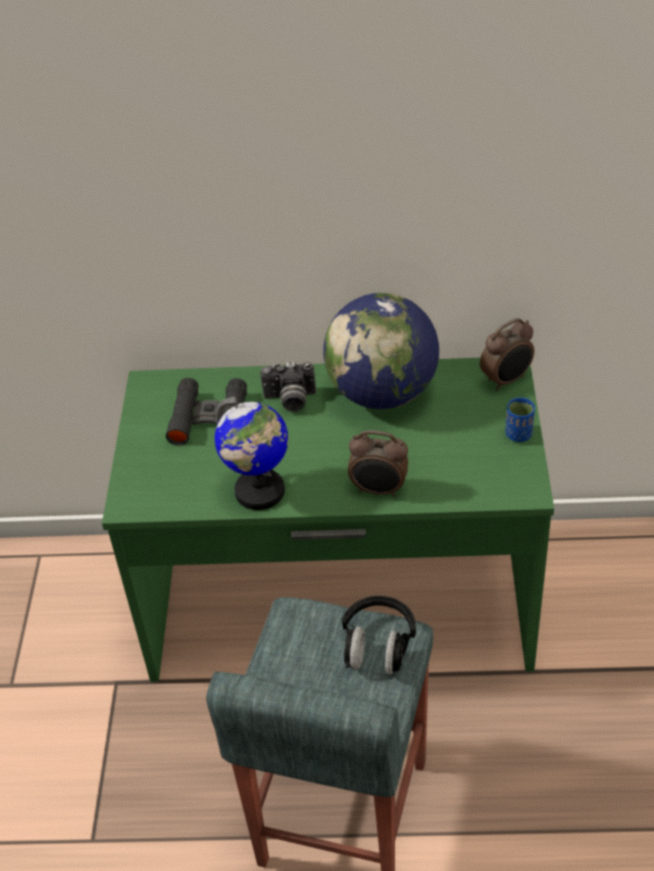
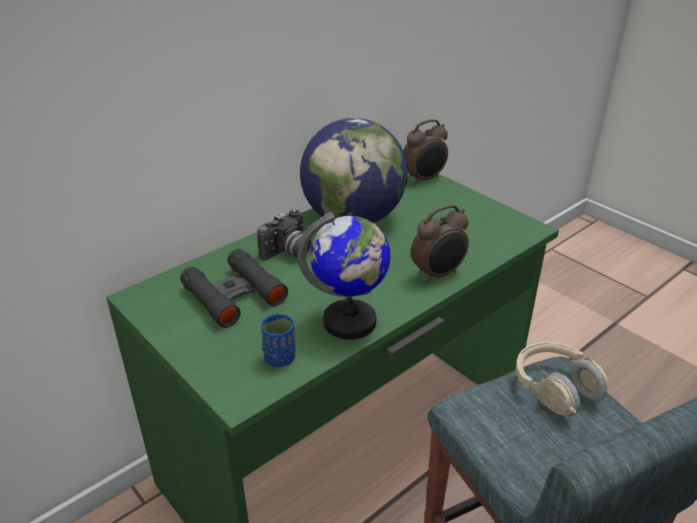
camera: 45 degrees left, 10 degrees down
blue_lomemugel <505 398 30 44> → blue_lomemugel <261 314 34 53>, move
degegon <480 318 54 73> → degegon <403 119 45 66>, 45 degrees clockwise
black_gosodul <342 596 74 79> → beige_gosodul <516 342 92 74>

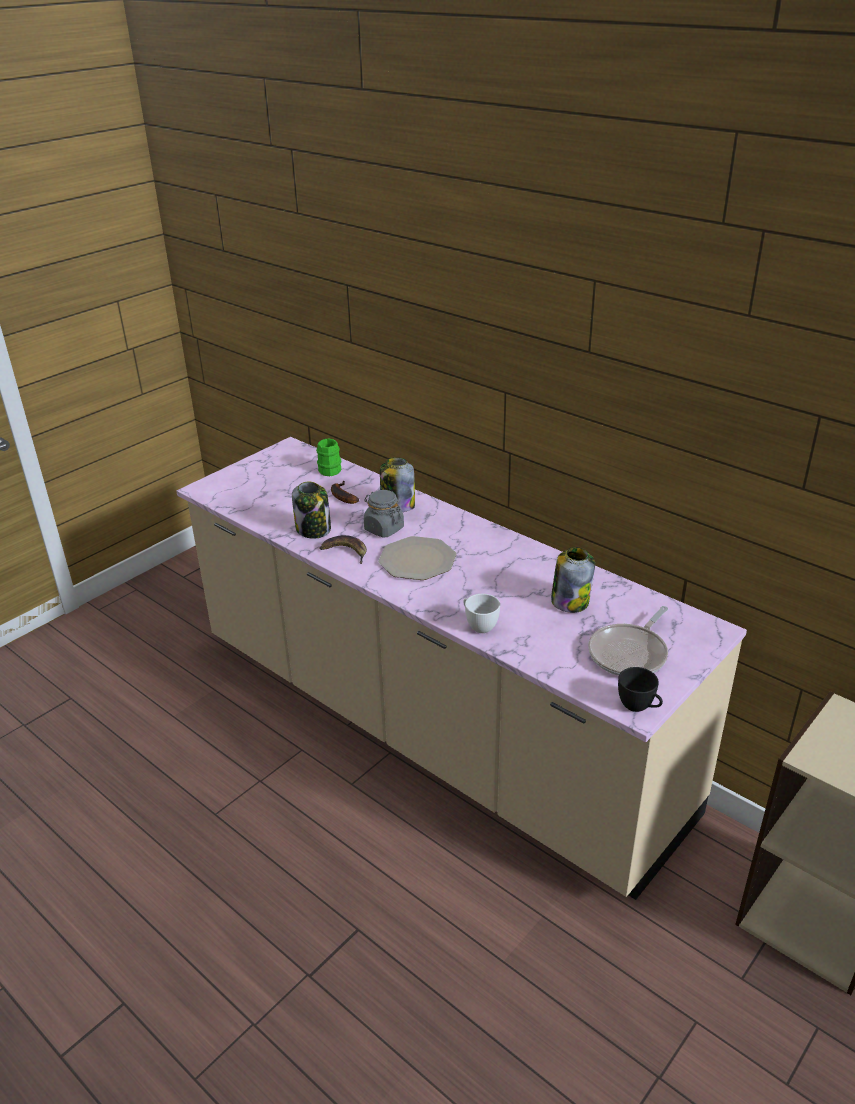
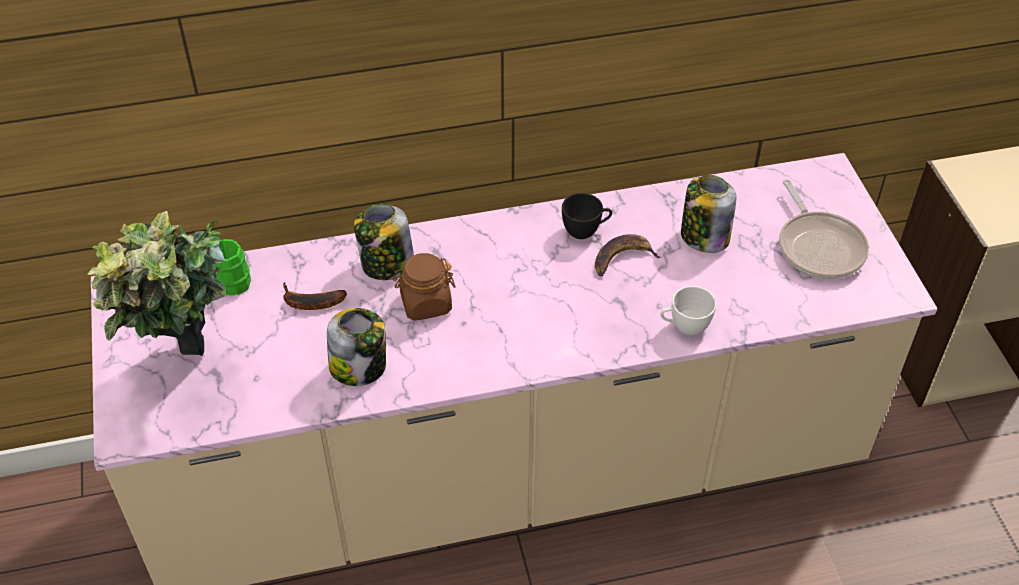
camera: 55 degrees left, 15 degrees up
- → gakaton <87 211 139 145>
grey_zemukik <364 490 40 47> → brown_zemukik <392 253 64 68>
black_lomemugel <618 667 45 45> → black_lomemugel <562 193 50 46>, move
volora <320 535 47 29> → volora <595 234 66 42>, move
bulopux <378 536 79 44> → -

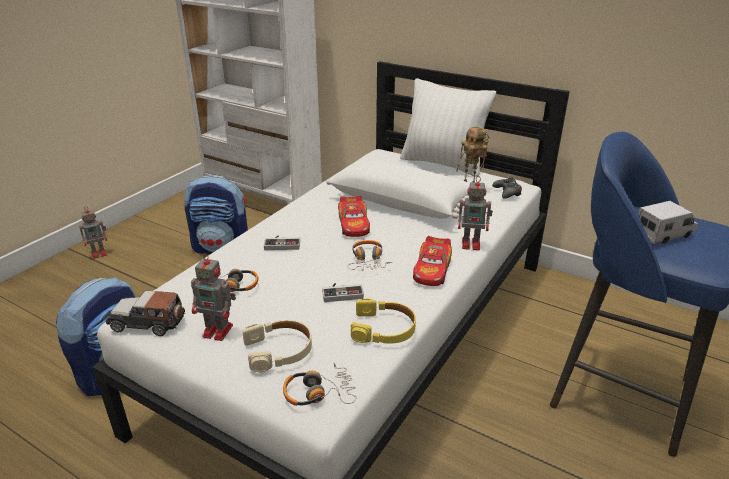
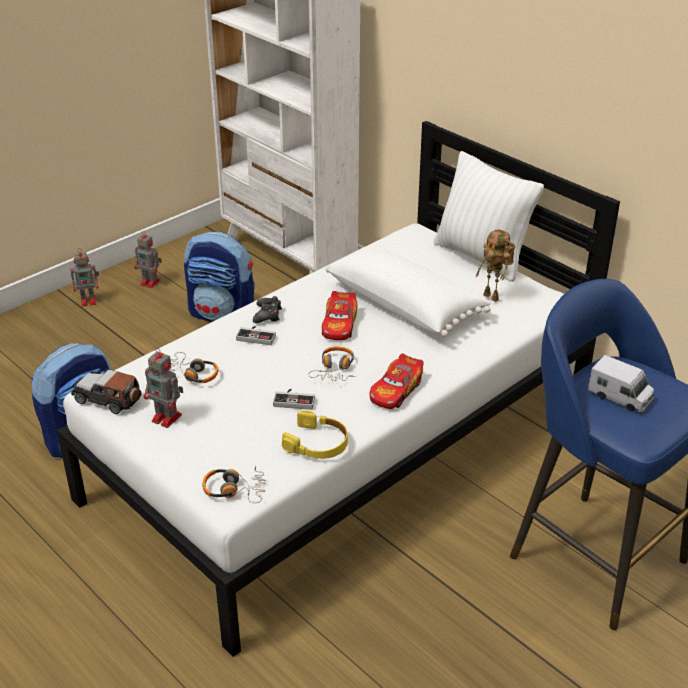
camera: 15 degrees right, 5 degrees up
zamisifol <458 176 35 74> → zamisifol <134 231 28 57>, move
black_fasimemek <492 176 30 23> → black_fasimemek <253 296 29 27>, move
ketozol <638 201 60 43> → ketozol <588 355 66 57>, 45 degrees clockwise
beige_gosodul <242 320 70 52> → -

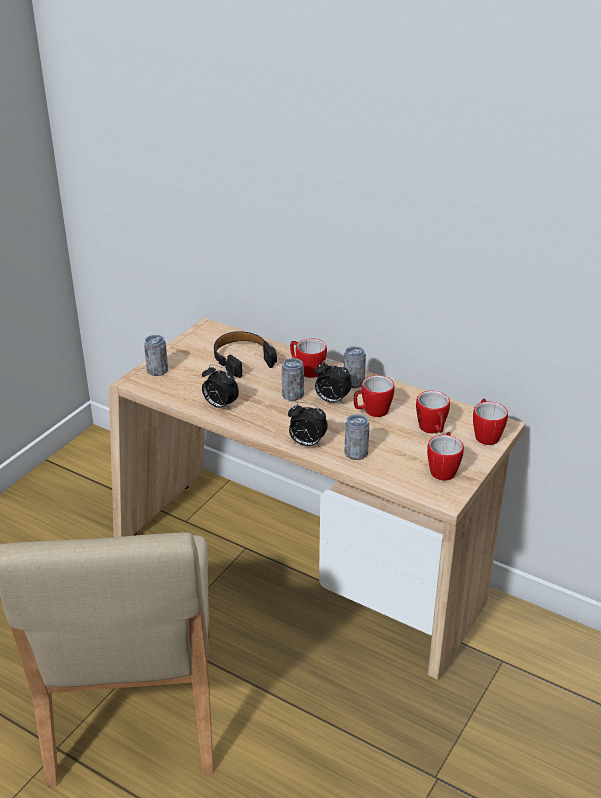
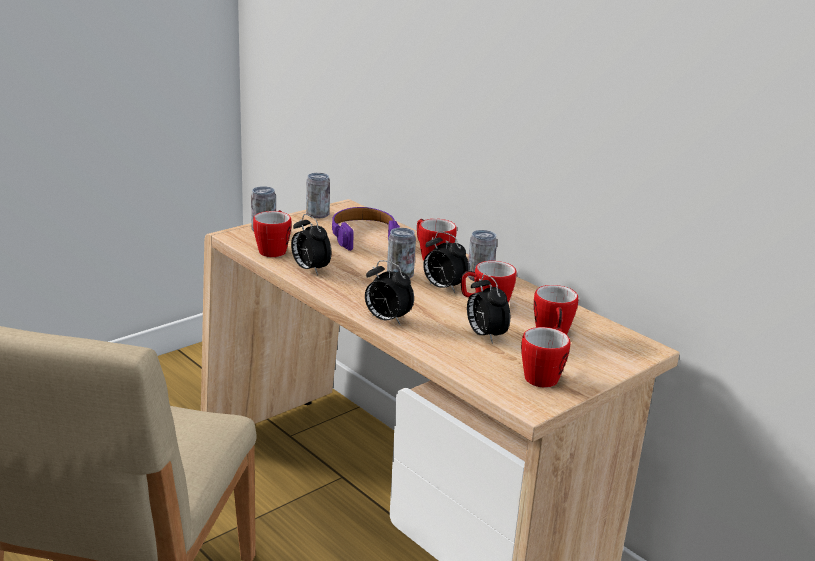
camera: 15 degrees right, 10 degrees down
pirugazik <473 399 35 46> → pirugazik <253 210 38 47>, move
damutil <345 414 24 46> → damutil <306 173 24 45>, move
black_gosodul <214 331 63 47> → purple_gosodul <332 207 68 44>
- → degegon <467 274 43 70>

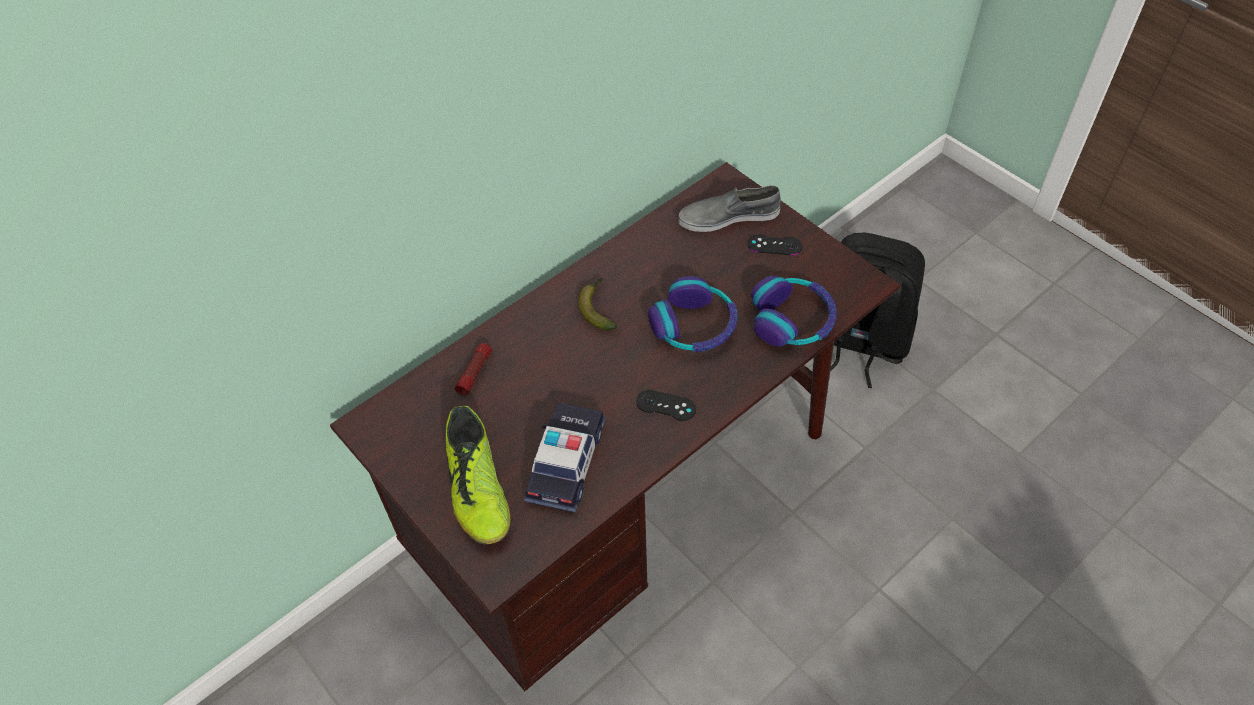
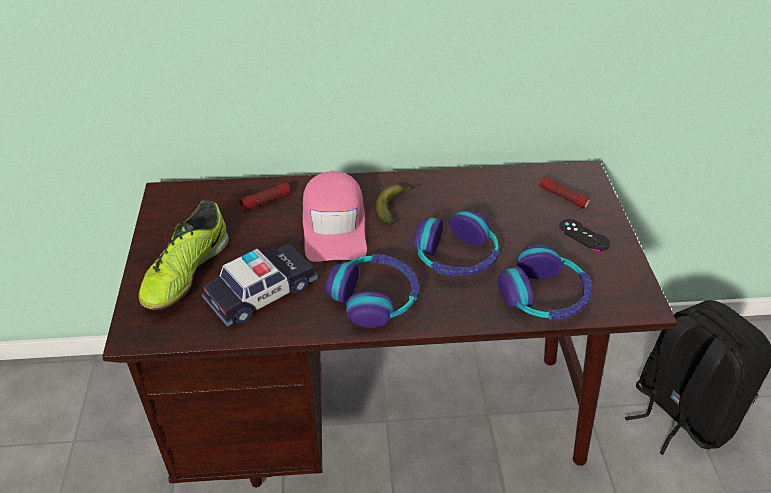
camera: 35 degrees right, 10 degrees down
- → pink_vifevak <303 171 64 91>
black_fasimemek <636 390 60 31> → gosodul <325 254 94 74>
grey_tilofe <678 185 103 47> → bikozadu <539 176 51 33>

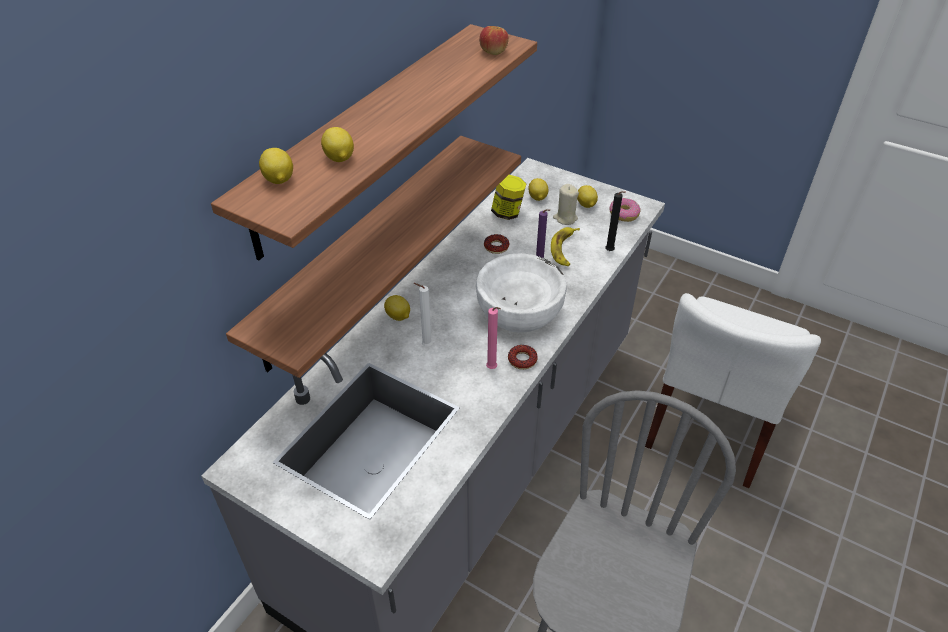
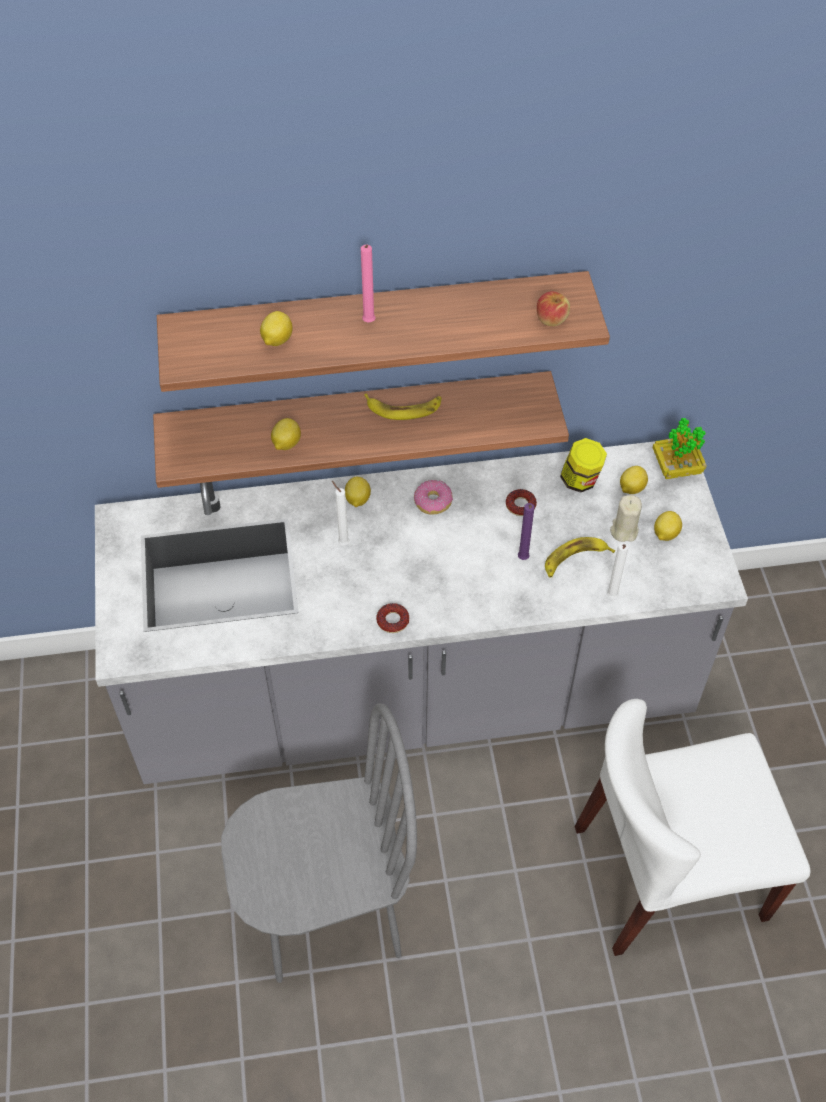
camera: 50 degrees right, 10 degrees up
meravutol <259 148 34 36> → meravutol <271 418 30 32>, move
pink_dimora <486 307 15 62> → pink_dimora <361 245 15 77>, move
- → volora <364 393 78 27>
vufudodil <610 198 30 24> → vufudodil <414 480 39 35>, move
black_dimora <605 191 21 60> → white_dimora <607 542 21 57>
- → gakaton <653 418 54 61>
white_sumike <476 253 91 80> → -

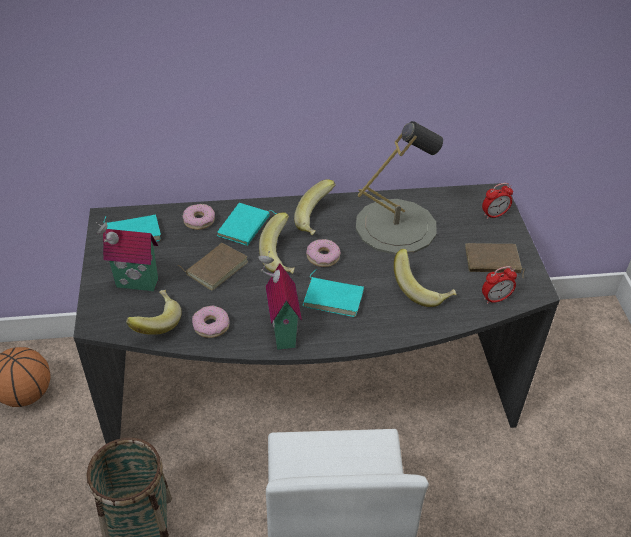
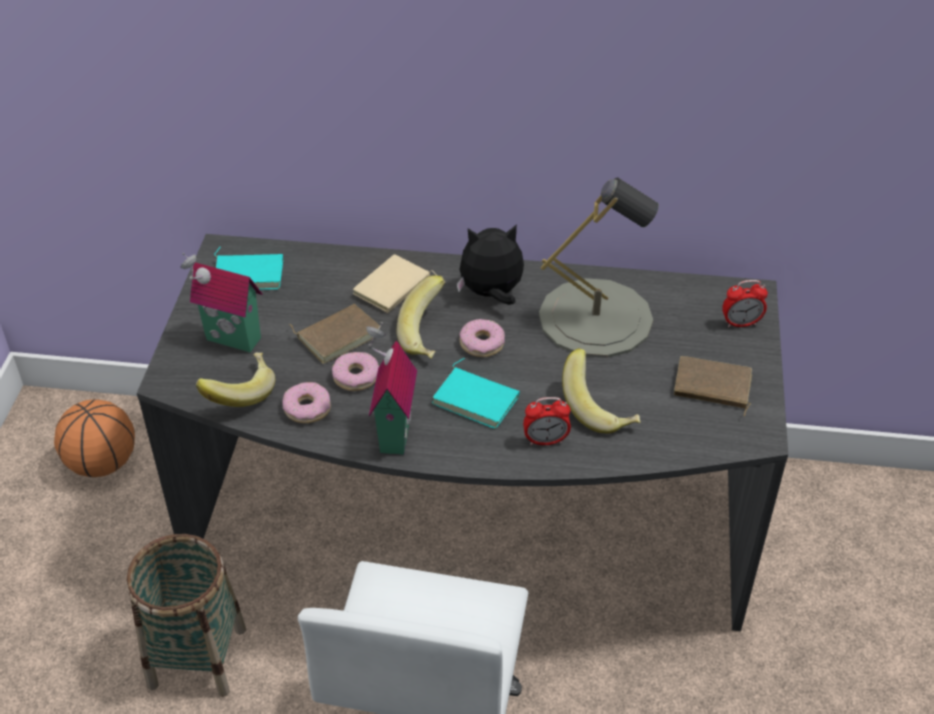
camera: 15 degrees right, 0 degrees up
vufudodil <182 204 33 26> → vufudodil <332 352 47 39>, move
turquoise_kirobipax <217 203 59 43> → beige_kirobipax <353 254 85 59>
volora <294 179 42 56> → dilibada <456 224 68 81>
degegon <482 266 35 38> → degegon <523 397 48 48>, move

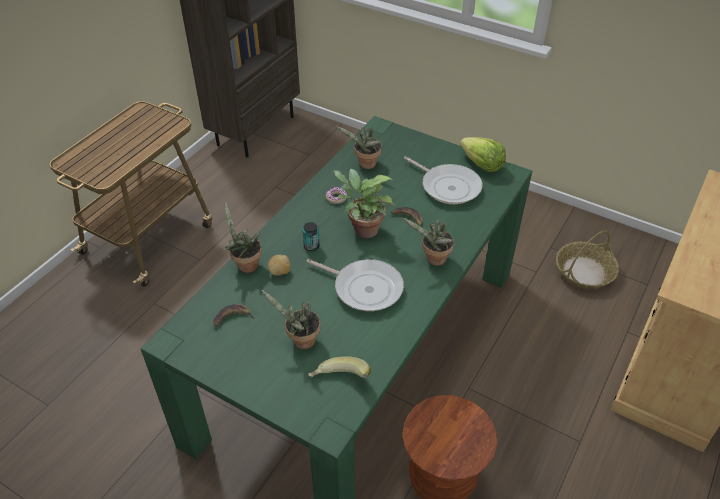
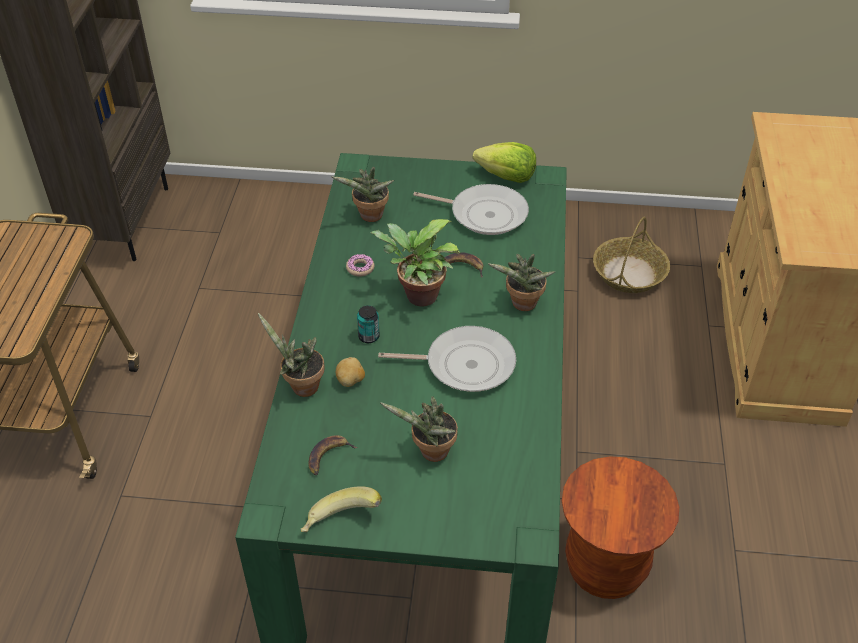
camera: 25 degrees left, 0 degrees up
volora <308 356 63 22> → volora <300 487 82 45>, move

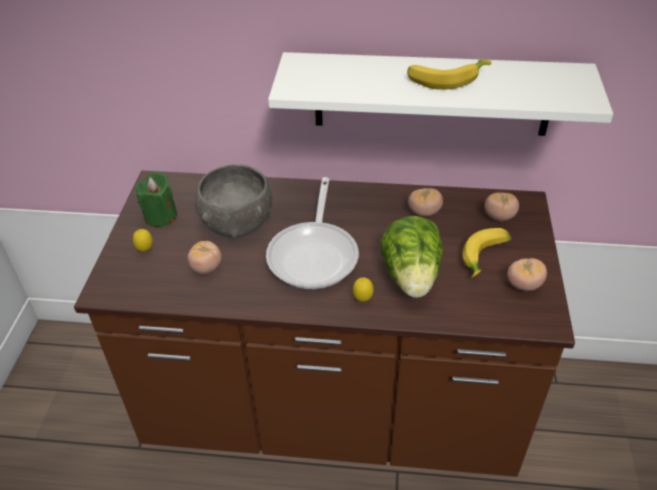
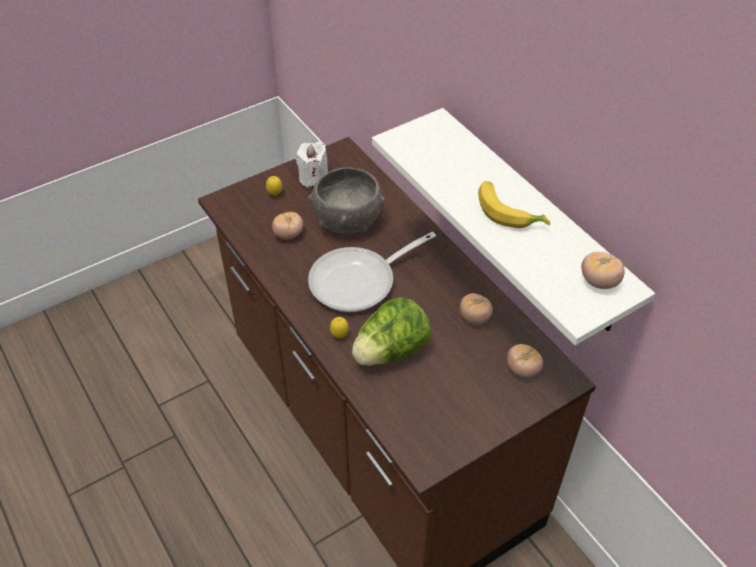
camera: 50 degrees right, 5 degrees up
green_dimora <135 172 42 55> → white_dimora <296 142 32 47>
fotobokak <507 258 40 33> → fotobokak <581 252 44 37>, move
volora <462 228 50 49> → -

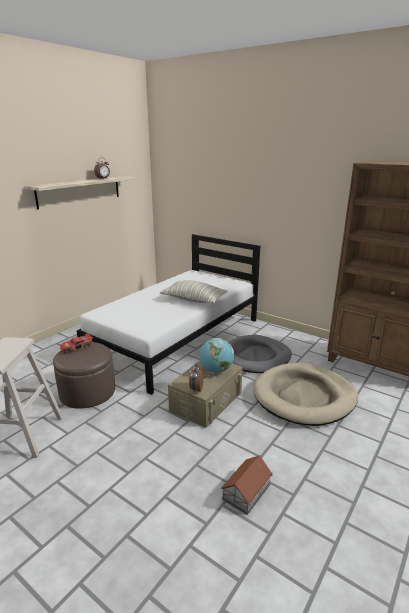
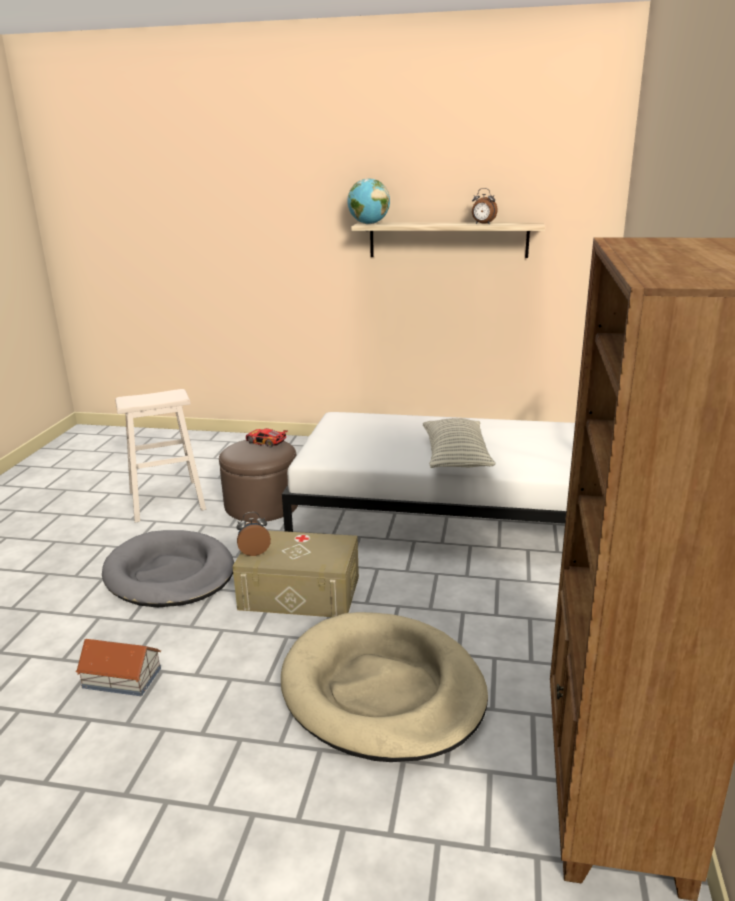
camera: 65 degrees right, 0 degrees up
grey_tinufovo <229 335 63 38> → grey_tinufovo <102 530 132 77>, move
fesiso <199 338 35 35> → fesiso <347 179 43 45>, move

